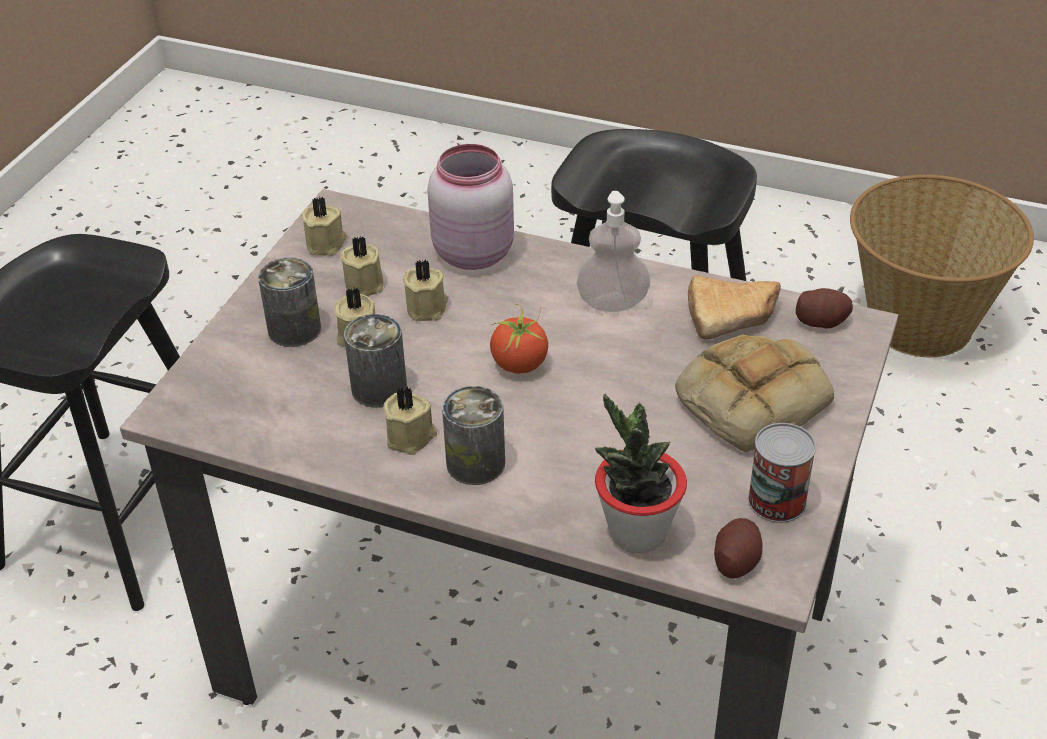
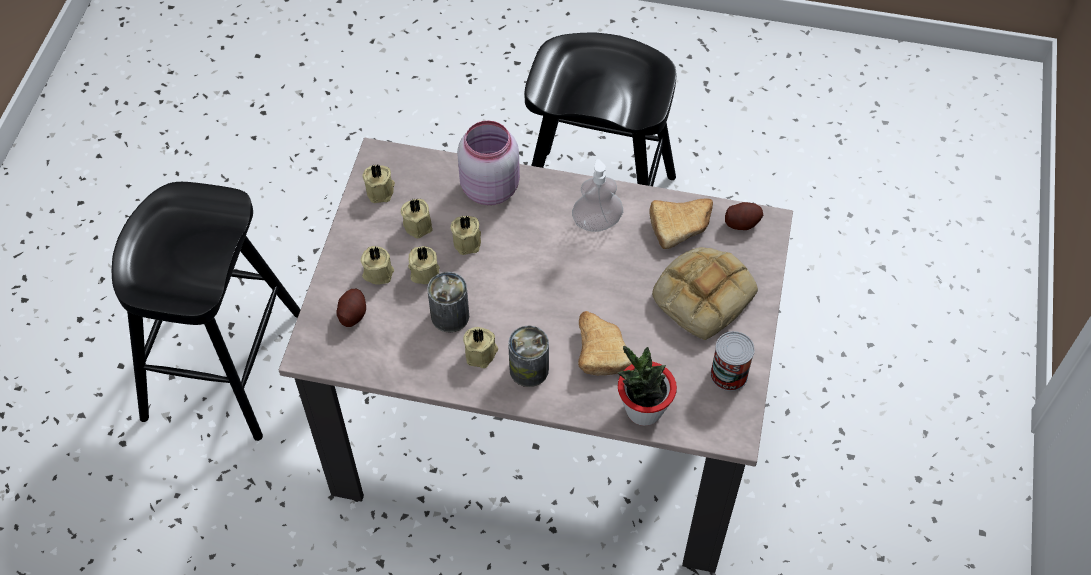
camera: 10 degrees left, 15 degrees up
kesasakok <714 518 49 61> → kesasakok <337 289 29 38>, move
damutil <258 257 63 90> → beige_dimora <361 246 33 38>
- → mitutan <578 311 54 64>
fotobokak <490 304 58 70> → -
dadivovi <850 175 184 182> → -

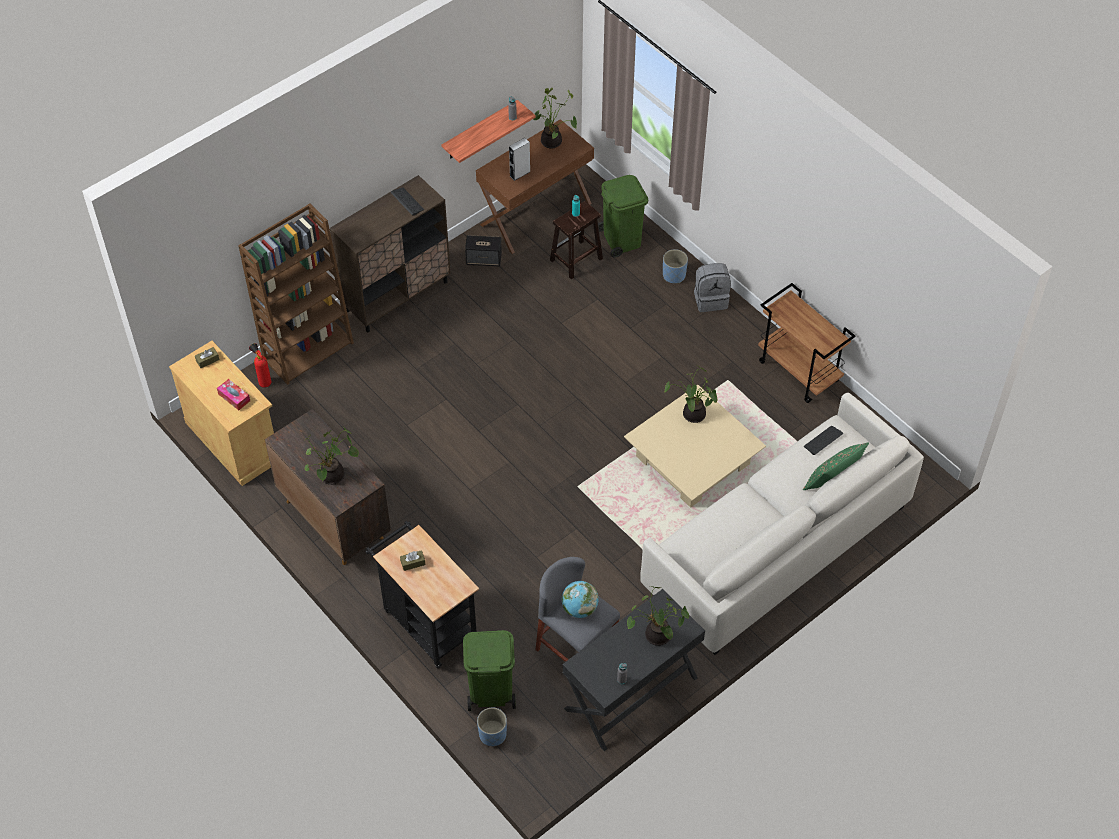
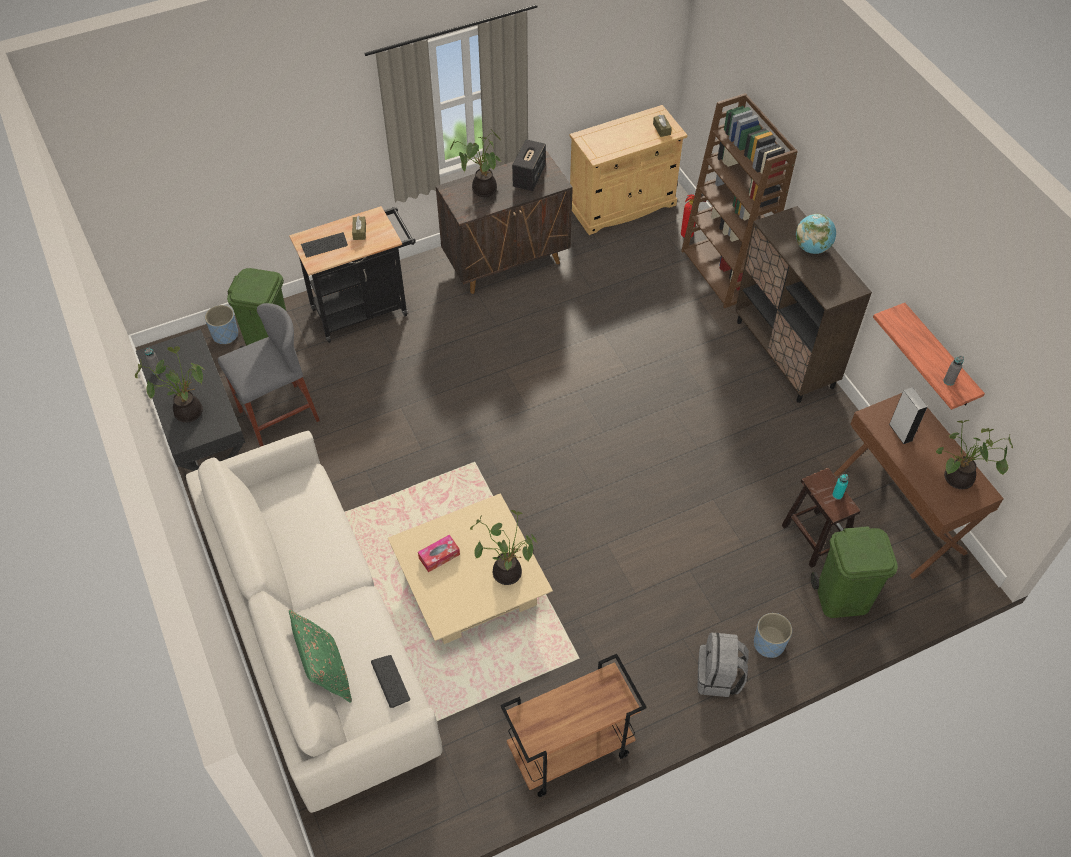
camera: 105 degrees right, 0 degrees up
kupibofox <391 188 33 28> → kupibofox <301 232 47 25>, move
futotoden <217 379 33 31> → futotoden <418 534 42 38>, move
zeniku <465 235 37 31> → zeniku <512 139 34 52>, move
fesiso <562 581 37 37> → fesiso <796 214 40 40>, move

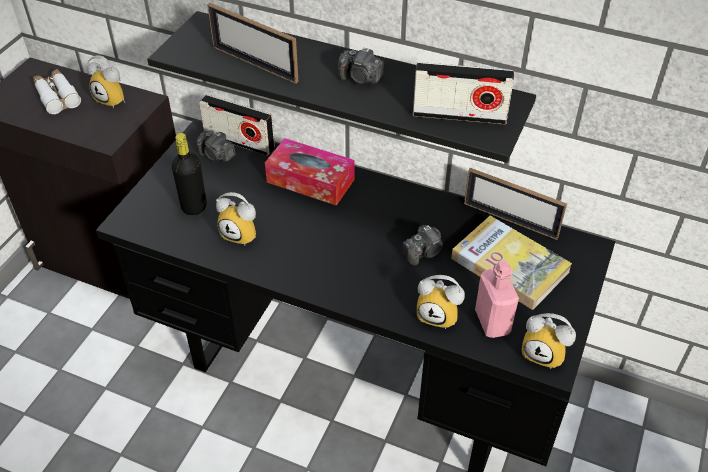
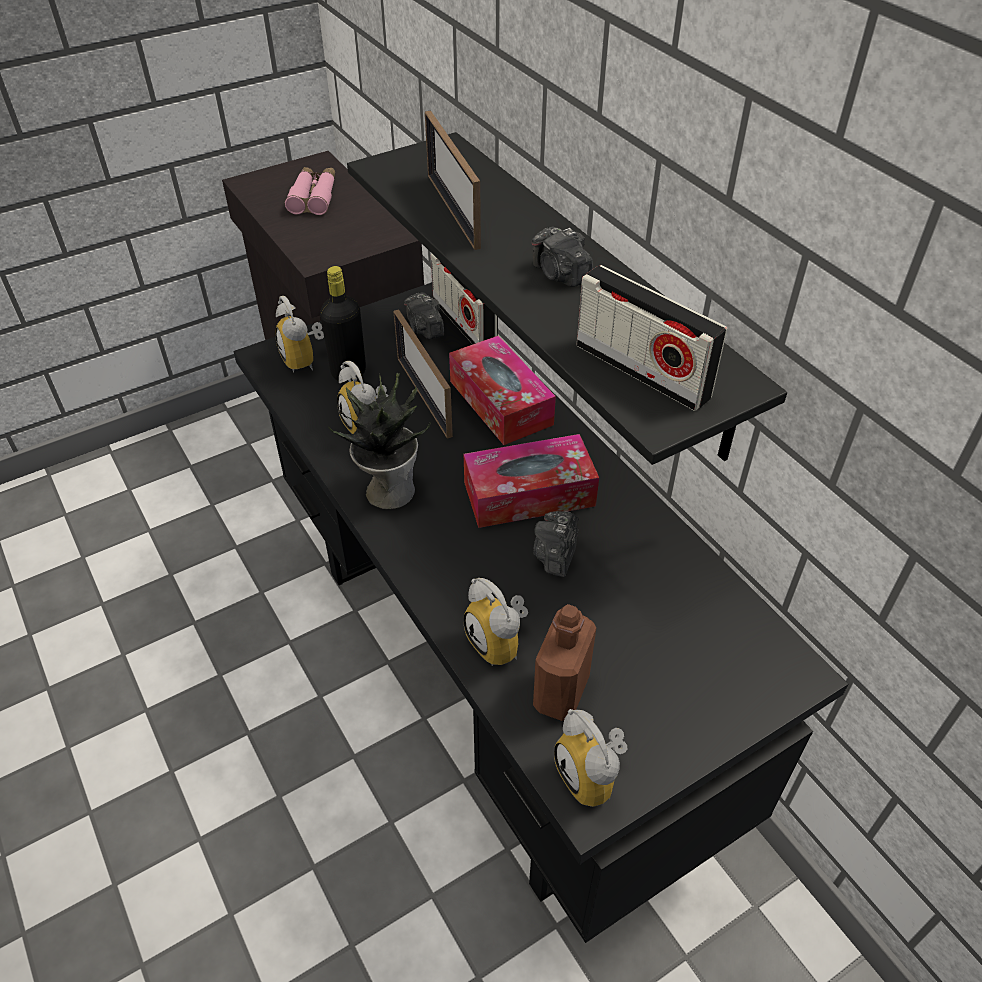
camera: 35 degrees right, 0 degrees up
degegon <87 55 38 53> → degegon <276 296 48 77>, move
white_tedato <33 69 48 45> → pink_tedato <285 167 50 48>
- → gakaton <328 372 103 137>
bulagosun <464 168 103 72> → bulagosun <393 309 60 130>, move
- → futotoden <464 434 135 94>
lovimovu <403 225 40 40> → lovimovu <533 511 46 66>, 105 degrees clockwise
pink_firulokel <475 261 44 77> → brown_firulokel <533 604 64 117>
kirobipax <451 215 121 95> → -

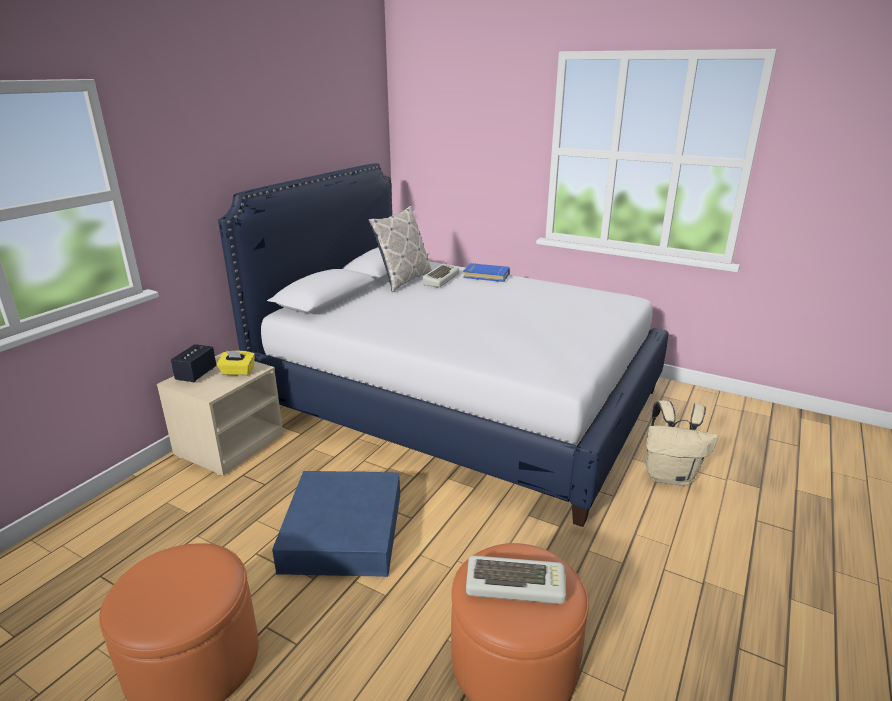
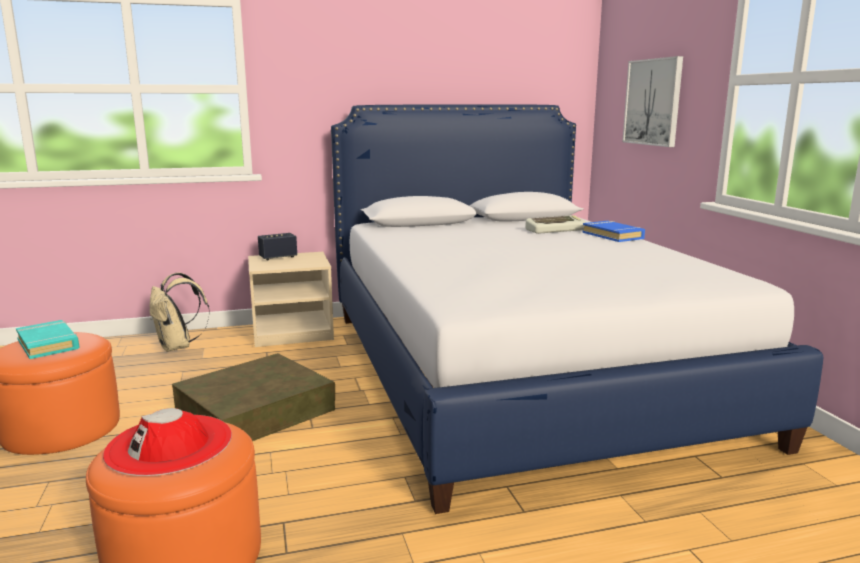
camera: 45 degrees right, 10 degrees down
- → turquoise_kirobipax <16 320 63 39>
kupibofox <466 555 100 49> → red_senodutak <103 408 129 68>
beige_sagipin <645 400 73 86> → beige_sagipin <149 272 61 80>, move
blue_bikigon <272 471 128 106> → brown_bikigon <172 353 163 88>
- → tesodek <622 56 61 91>
yellow_futotoden <217 351 38 25> → -
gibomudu <368 206 64 86> → -

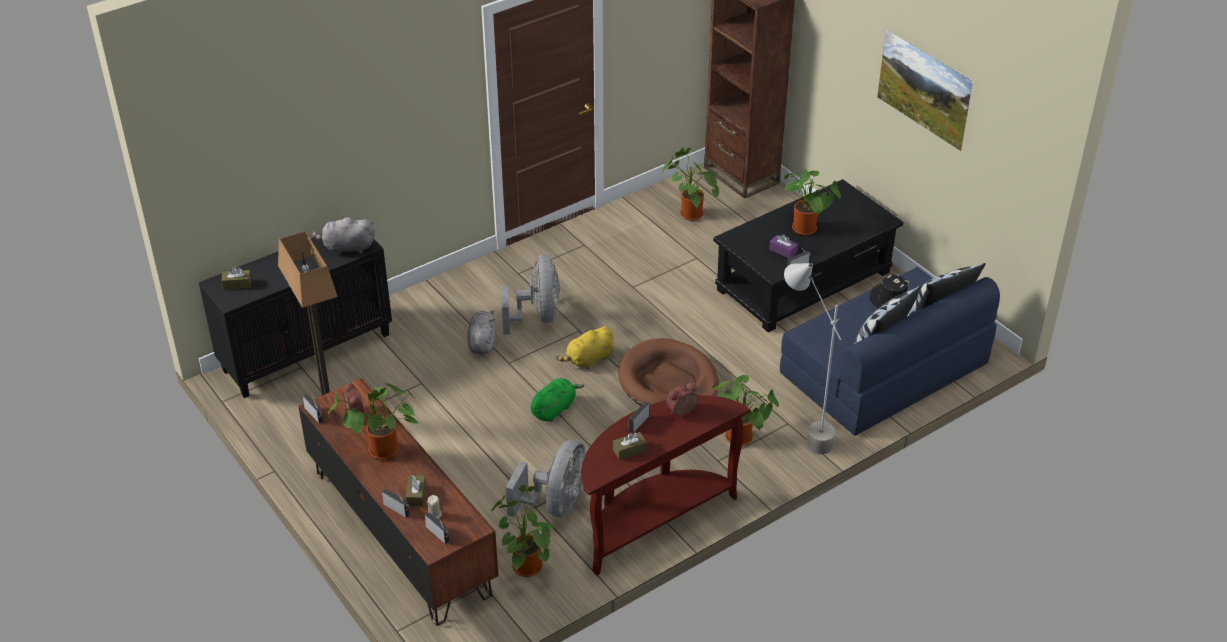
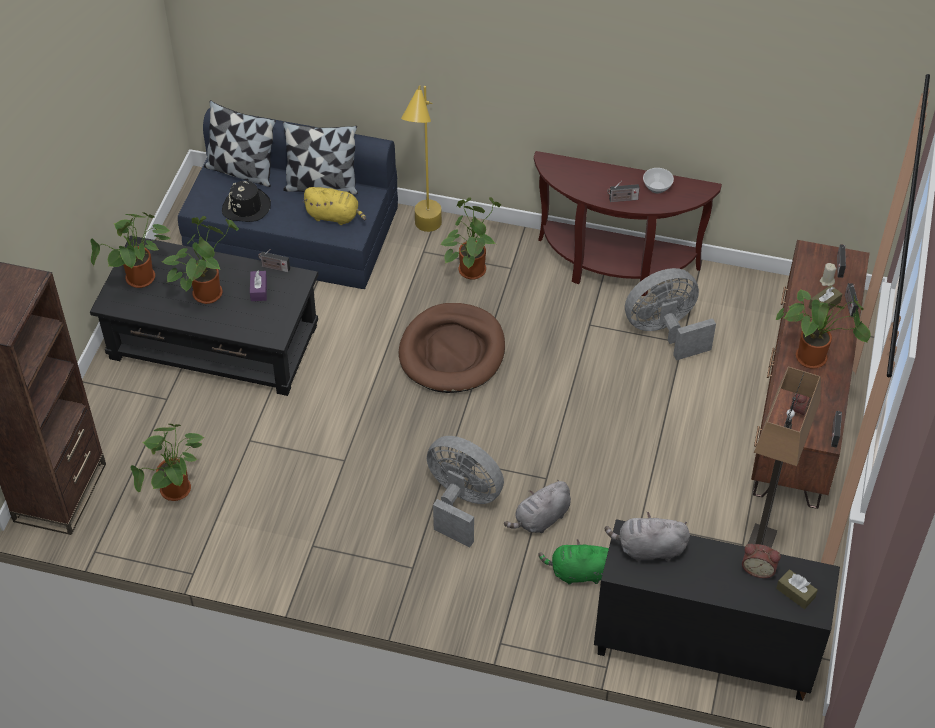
camera: 130 degrees left, 10 degrees up
gakaton <491 485 63 92> → gakaton <90 212 80 76>, move
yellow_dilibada <556 326 58 43> → yellow_dilibada <302 187 64 38>, move
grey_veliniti <784 263 58 191> → yellow_veliniti <401 85 41 147>
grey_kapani <501 254 59 81> → grey_kapani <427 436 77 112>, 75 degrees clockwise
green_dilibada <530 378 54 44> → green_dilibada <538 539 71 46>, move
grey_dilibada <312 216 63 39> → grey_dilibada <605 512 85 50>, 135 degrees clockwise
brown_futotoden <613 432 34 28> → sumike <643 168 31 25>
degegon <667 383 31 34> → degegon <742 544 39 34>, move
tesodek <877 29 96 122> → -

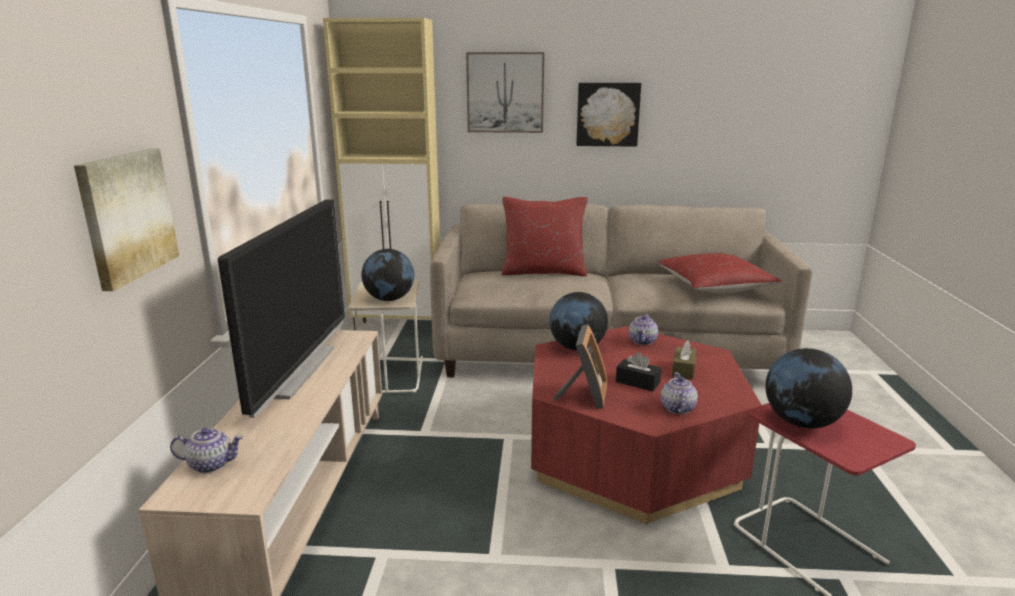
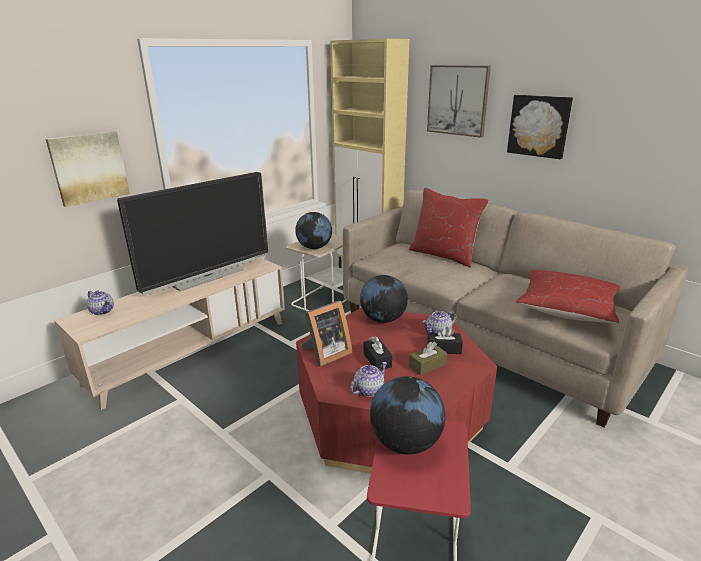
camera: 40 degrees right, 5 degrees up
- → black_futotoden <427 326 36 28>

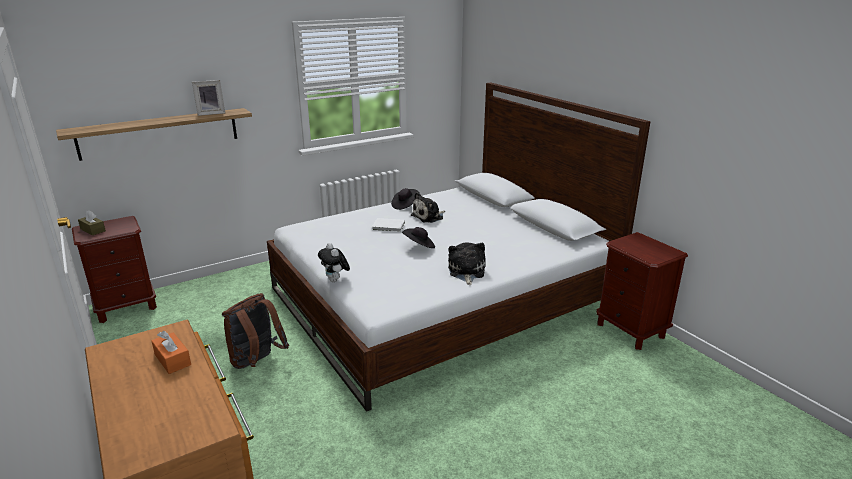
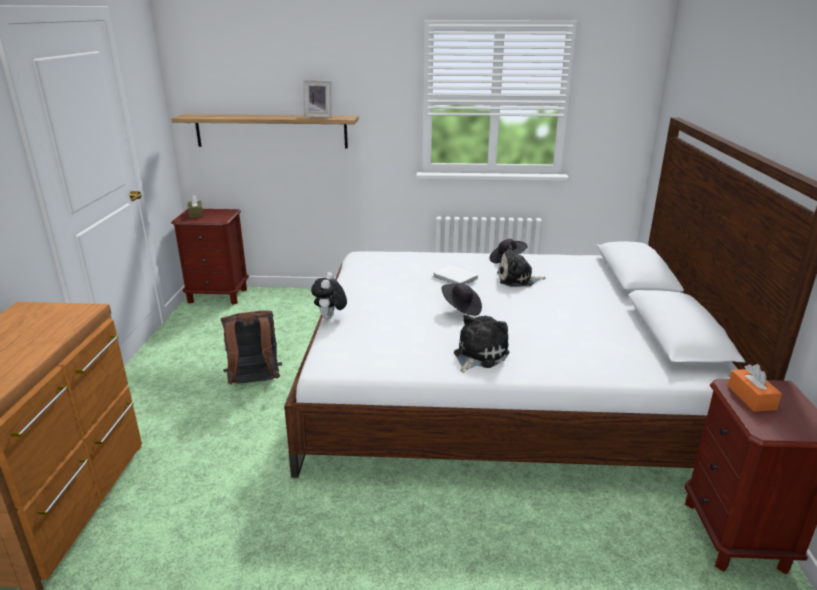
camera: 35 degrees right, 0 degrees up
orange_futotoden <152 331 39 43> → orange_futotoden <728 364 54 48>, move

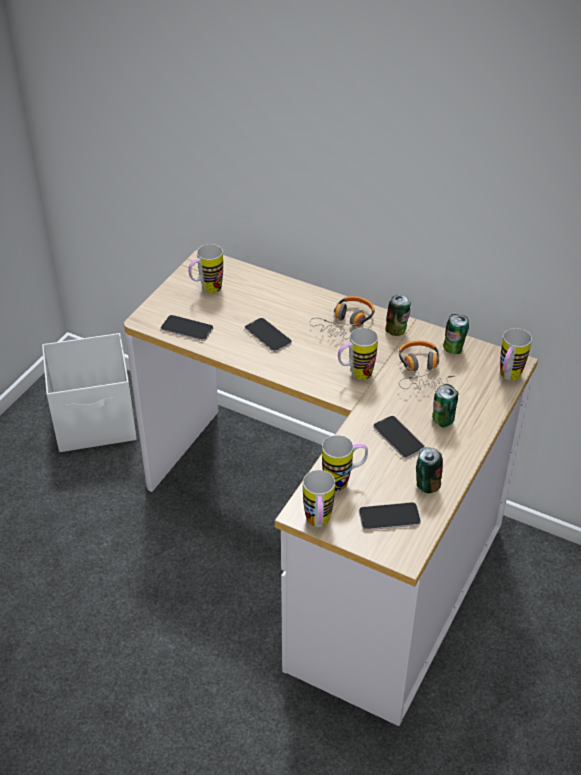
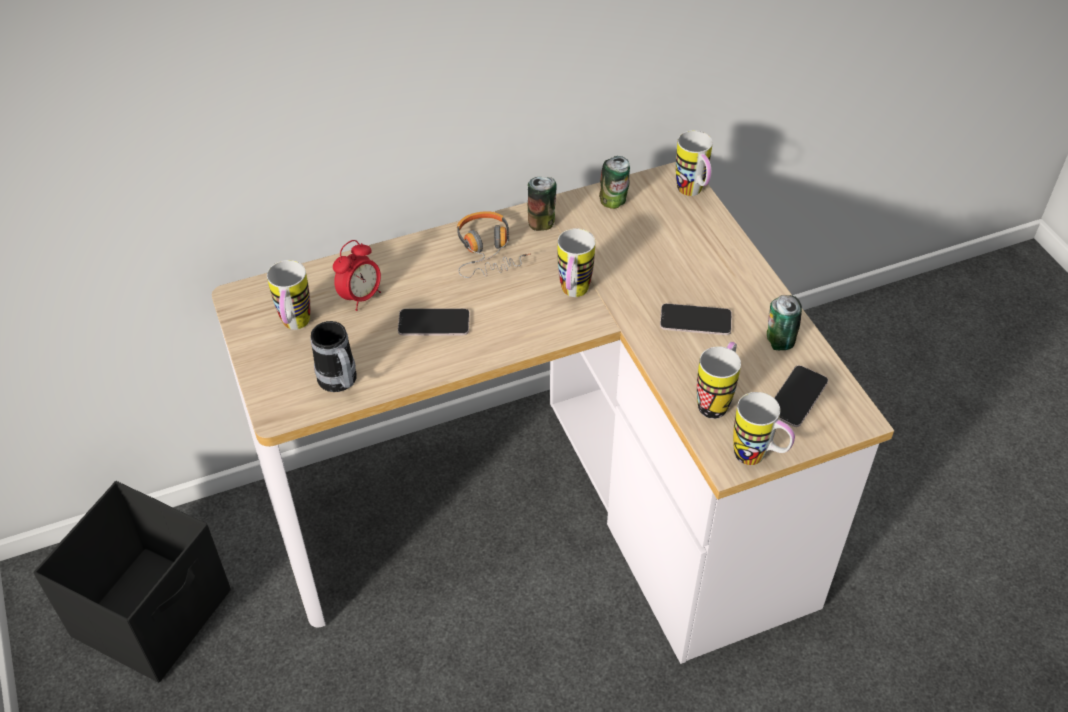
camera: 50 degrees left, 5 degrees up
white_bikigon <42 333 95 119> → black_bikigon <34 481 197 202>
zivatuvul <161 315 52 26> → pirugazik <311 321 46 71>
- → degegon <333 240 48 71>
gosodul <399 341 57 49> → -
damutil <432 384 27 43> → -

